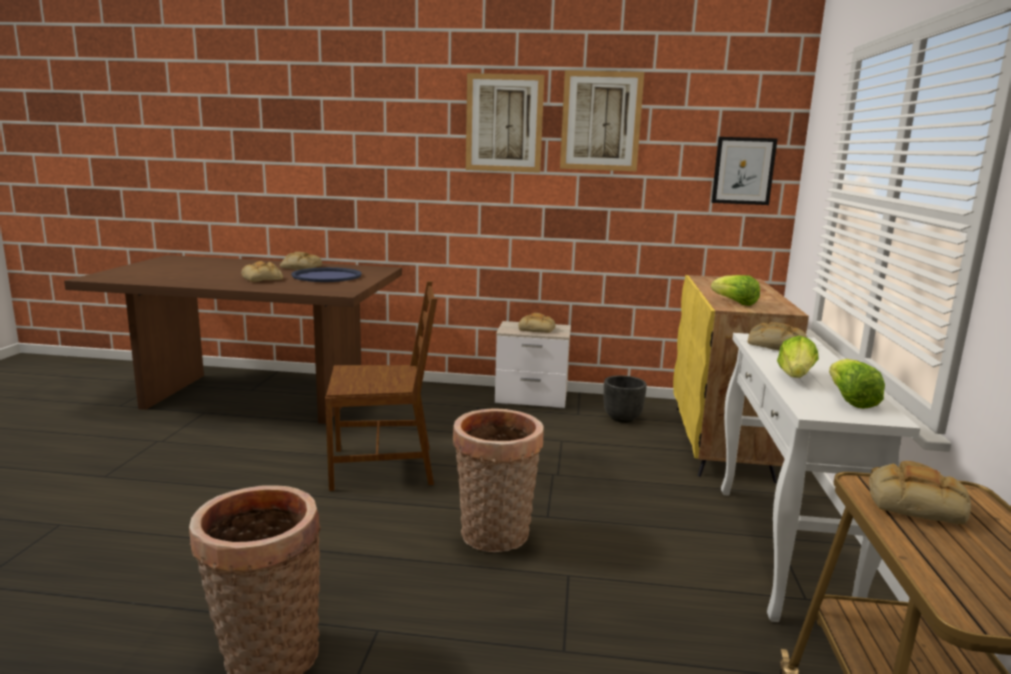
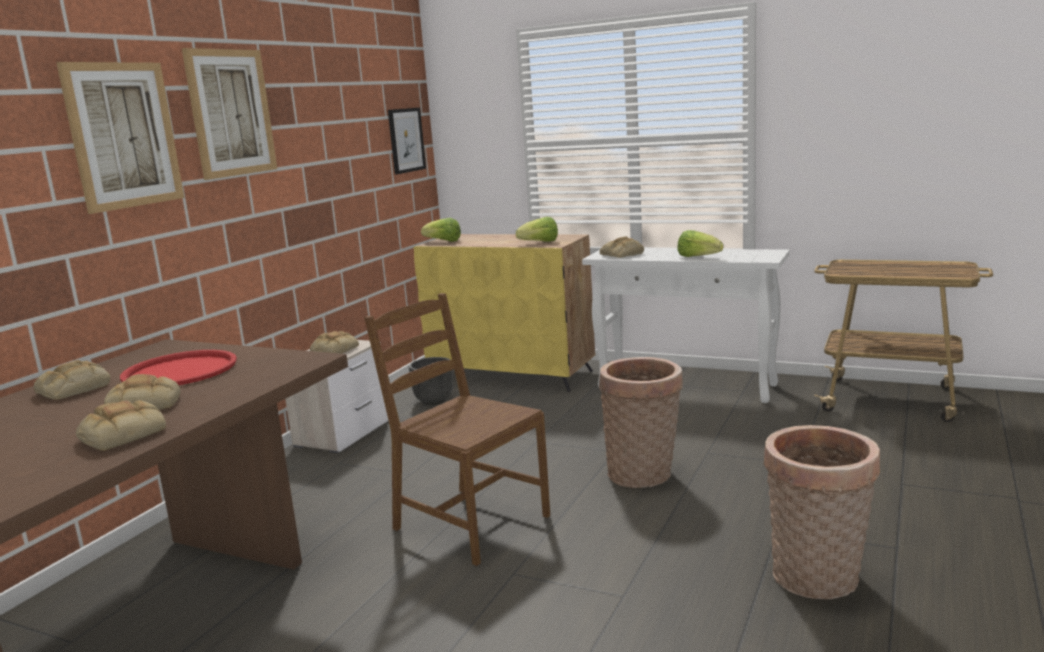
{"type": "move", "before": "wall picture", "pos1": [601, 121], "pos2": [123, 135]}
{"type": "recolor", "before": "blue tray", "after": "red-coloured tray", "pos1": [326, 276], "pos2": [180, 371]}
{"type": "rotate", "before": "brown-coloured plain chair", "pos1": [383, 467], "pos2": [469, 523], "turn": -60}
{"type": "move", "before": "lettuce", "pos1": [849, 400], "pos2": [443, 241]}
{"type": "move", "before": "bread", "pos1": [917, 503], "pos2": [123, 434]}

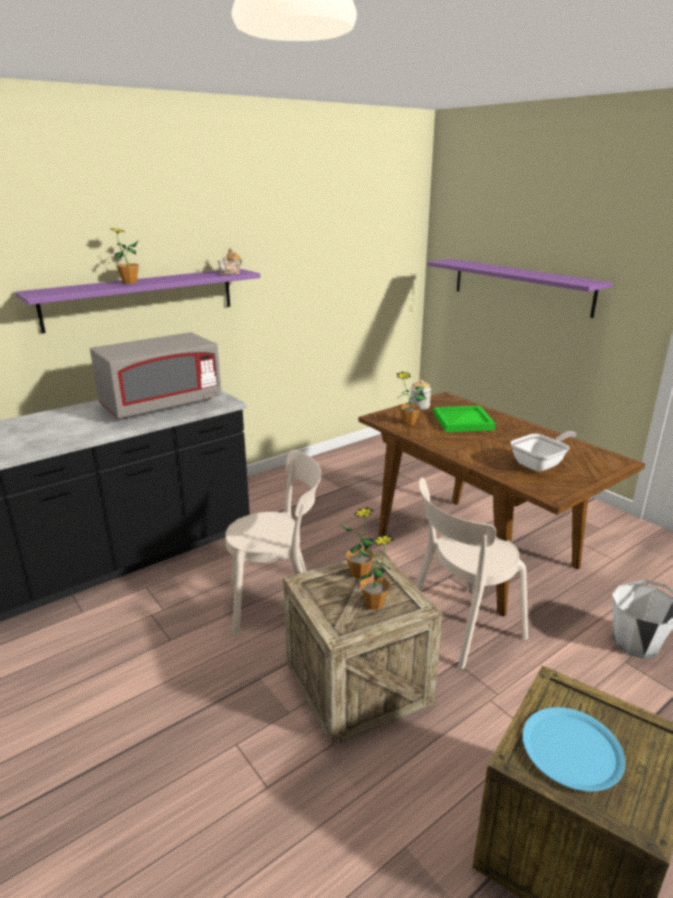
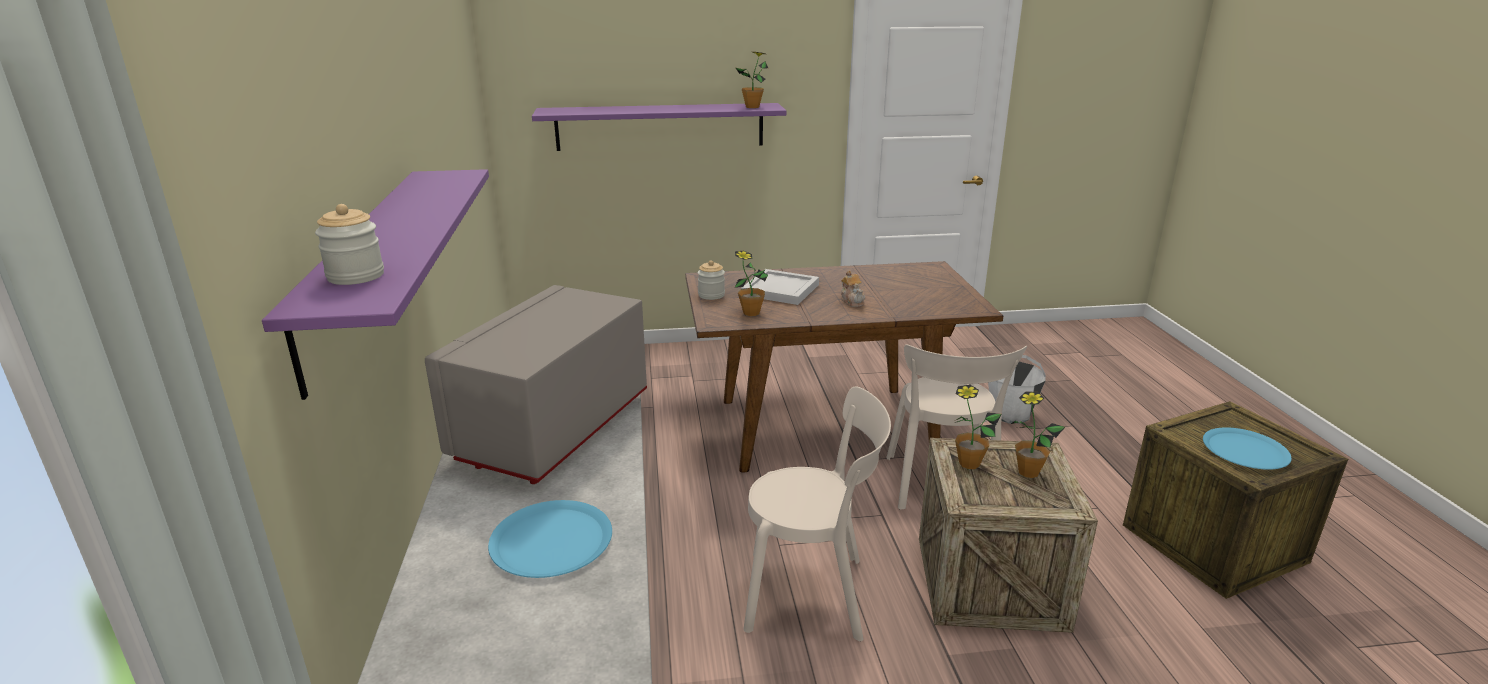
{"type": "move", "before": "houseplant", "pos1": [129, 283], "pos2": [752, 107]}
{"type": "move", "before": "pot for tea", "pos1": [231, 273], "pos2": [852, 301]}
{"type": "rotate", "before": "gray microwave oven", "pos1": [162, 404], "pos2": [552, 428], "turn": -150}
{"type": "recolor", "before": "greenish tray", "after": "whitish tray", "pos1": [462, 422], "pos2": [781, 290]}
{"type": "delete", "before": "skillet", "pos1": [541, 464]}
{"type": "rotate", "before": "beige plain chair", "pos1": [278, 601], "pos2": [812, 594], "turn": 75}
{"type": "insert", "after": "jar", "pos2": [355, 276]}
{"type": "insert", "after": "blue flat dish", "pos2": [551, 540]}

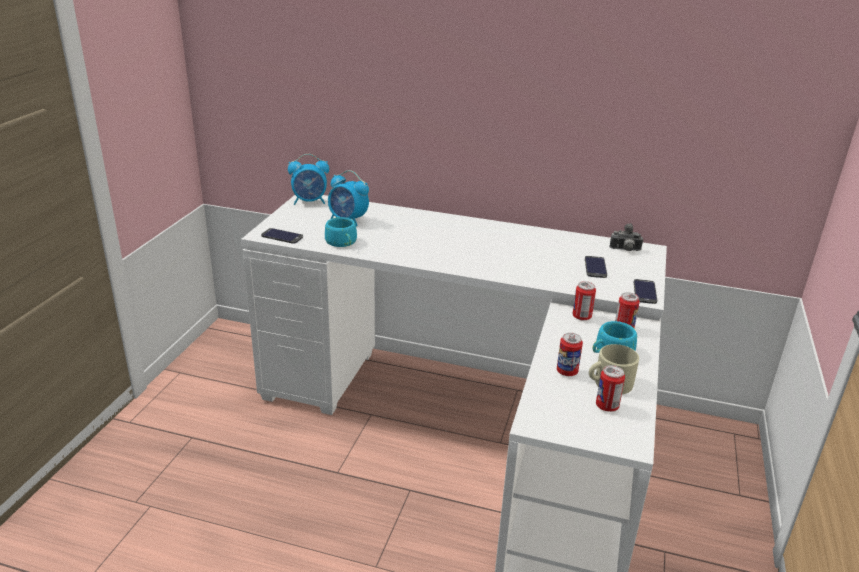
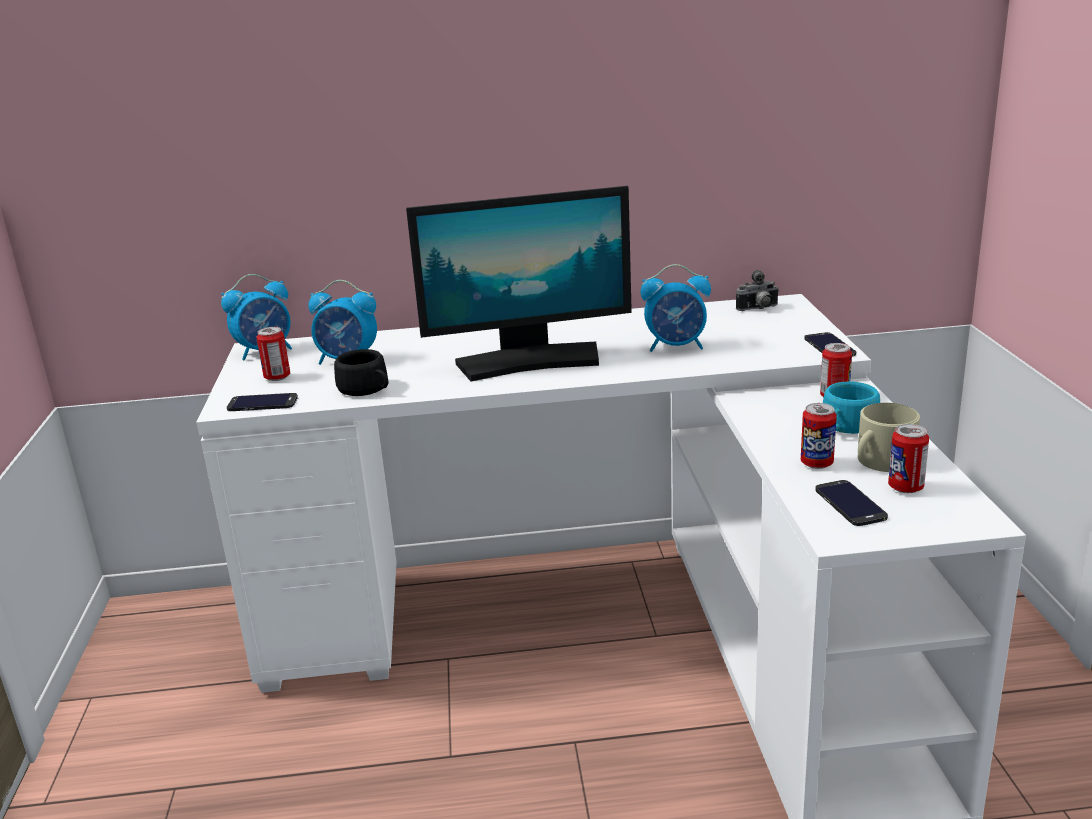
{"type": "recolor", "before": "blue-green small cup", "after": "black-coloured small cup", "pos1": [342, 243], "pos2": [367, 389]}
{"type": "move", "before": "telephone", "pos1": [595, 267], "pos2": [850, 503]}
{"type": "move", "before": "sealed can", "pos1": [581, 317], "pos2": [277, 377]}
{"type": "insert", "after": "computer display", "pos2": [529, 361]}
{"type": "insert", "after": "table clock", "pos2": [676, 347]}

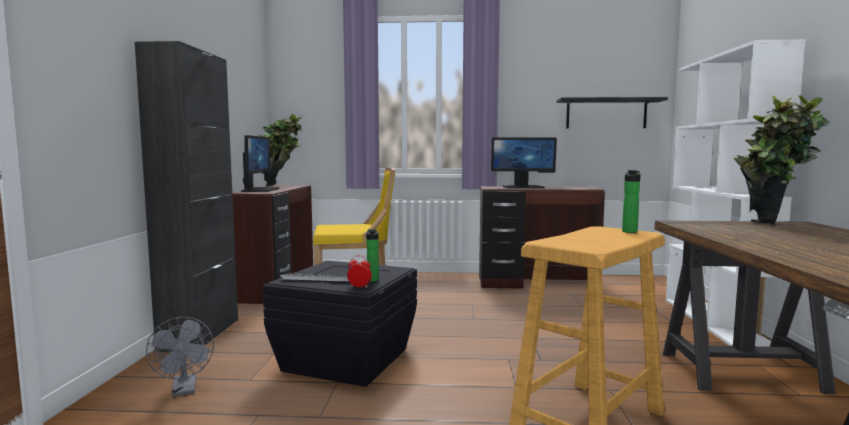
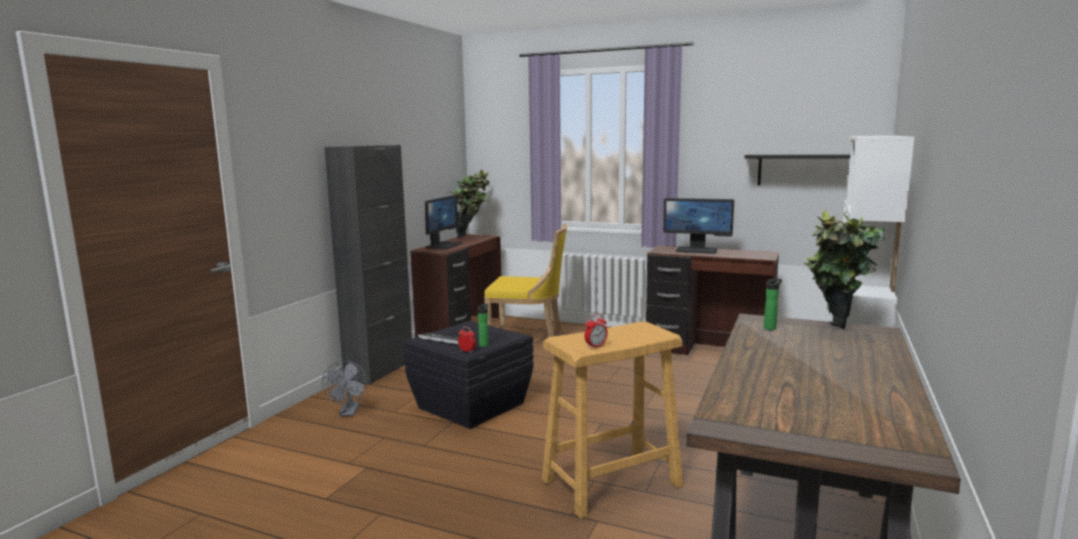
{"type": "move", "before": "beverage bottle", "pos1": [630, 231], "pos2": [771, 328]}
{"type": "insert", "after": "table clock", "pos2": [596, 346]}

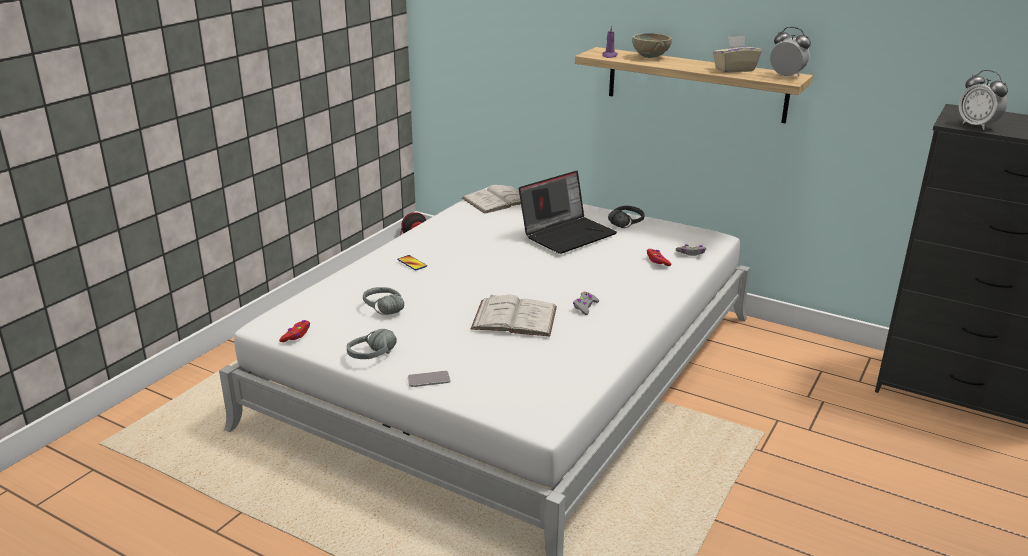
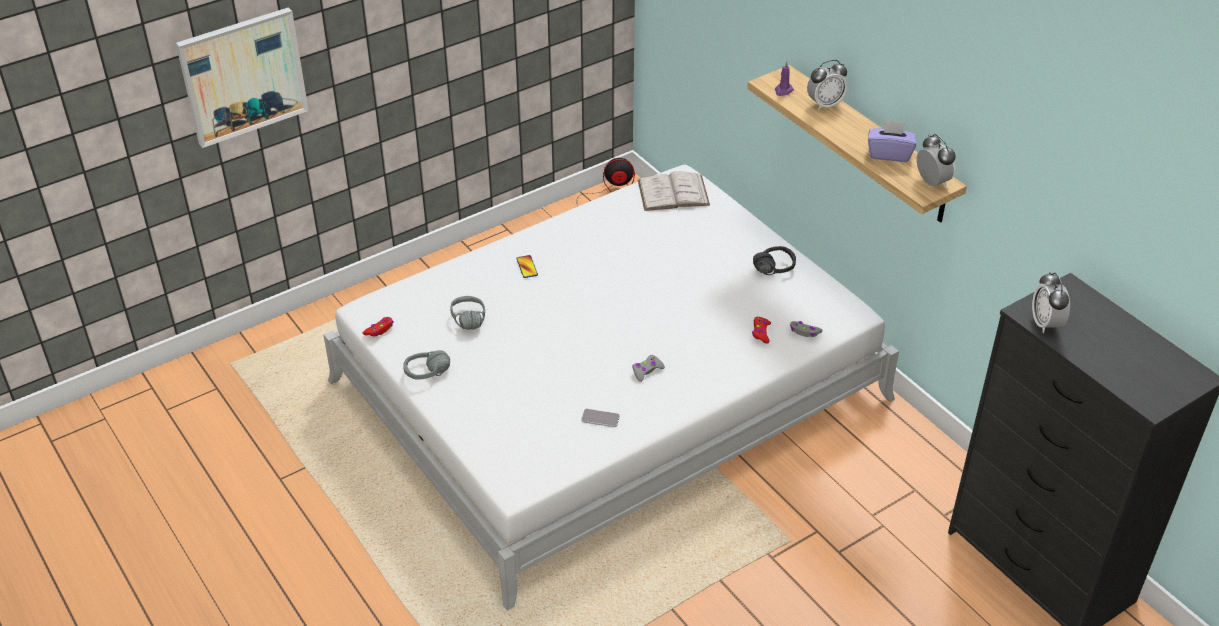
{"type": "replace", "before": "beige deep dish", "after": "table clock", "pos1": [650, 57], "pos2": [825, 104]}
{"type": "recolor", "before": "beige tissue box", "after": "purple tissue box", "pos1": [734, 69], "pos2": [889, 154]}
{"type": "delete", "before": "portable computer", "pos1": [567, 234]}
{"type": "delete", "before": "whitish bound book", "pos1": [514, 318]}
{"type": "move", "before": "telephone", "pos1": [429, 379], "pos2": [600, 418]}
{"type": "insert", "after": "wall picture", "pos2": [243, 76]}

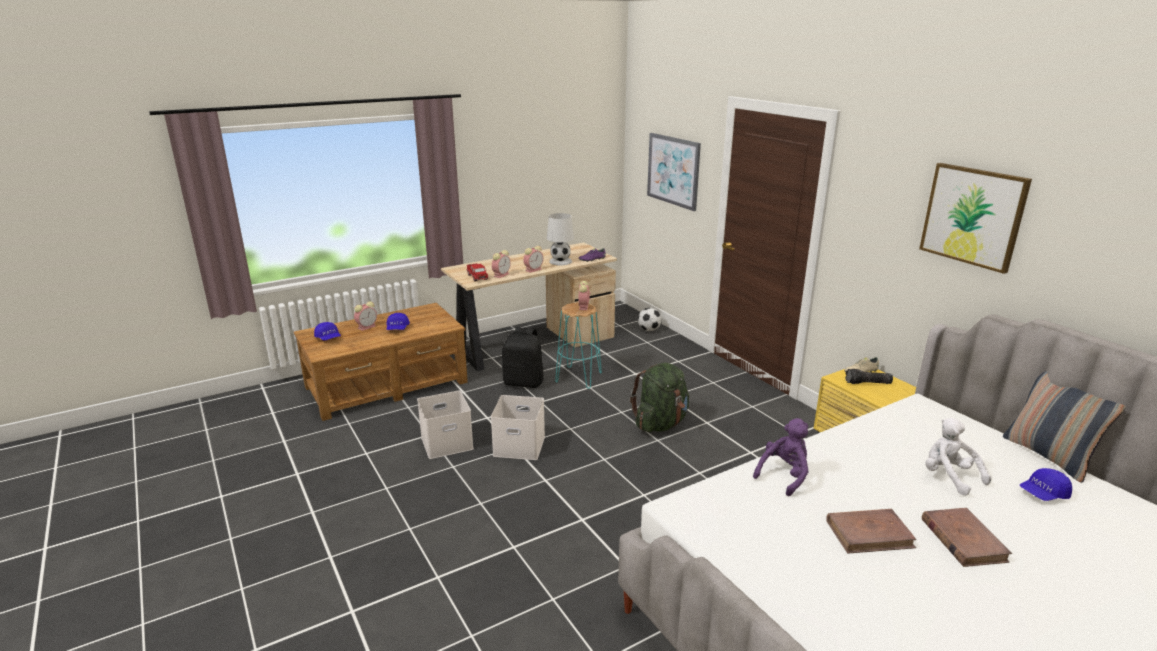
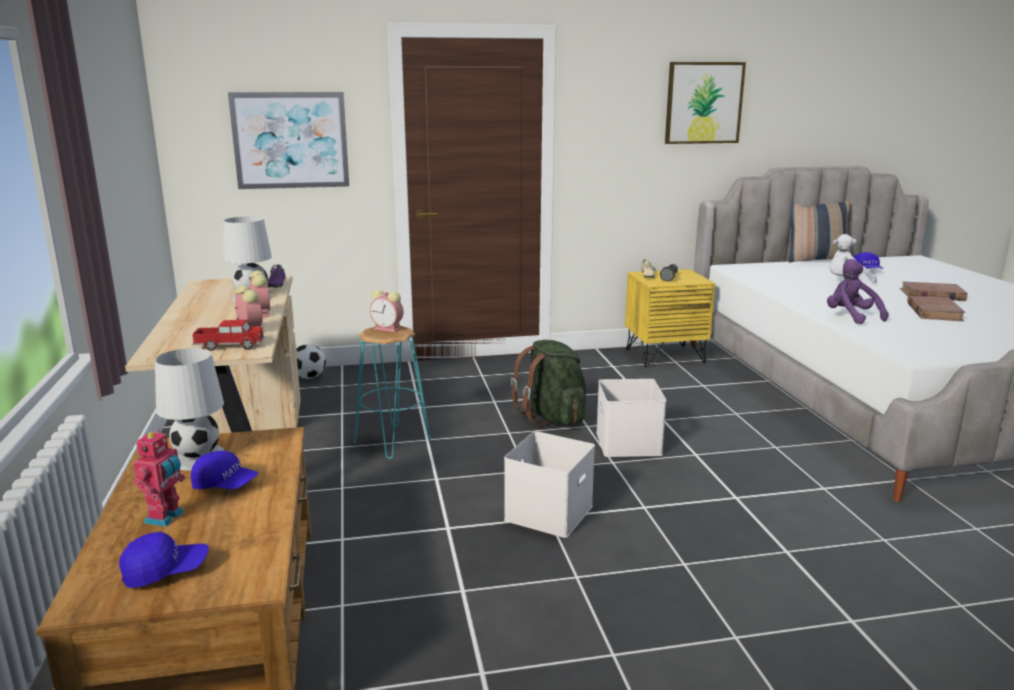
{"type": "replace", "before": "table clock", "after": "model robot", "pos1": [367, 327], "pos2": [166, 518]}
{"type": "delete", "before": "black-coloured knapsack", "pos1": [524, 382]}
{"type": "move", "before": "whitish storage bin", "pos1": [447, 442], "pos2": [626, 442]}
{"type": "insert", "after": "whitish tabletop lamp", "pos2": [197, 458]}

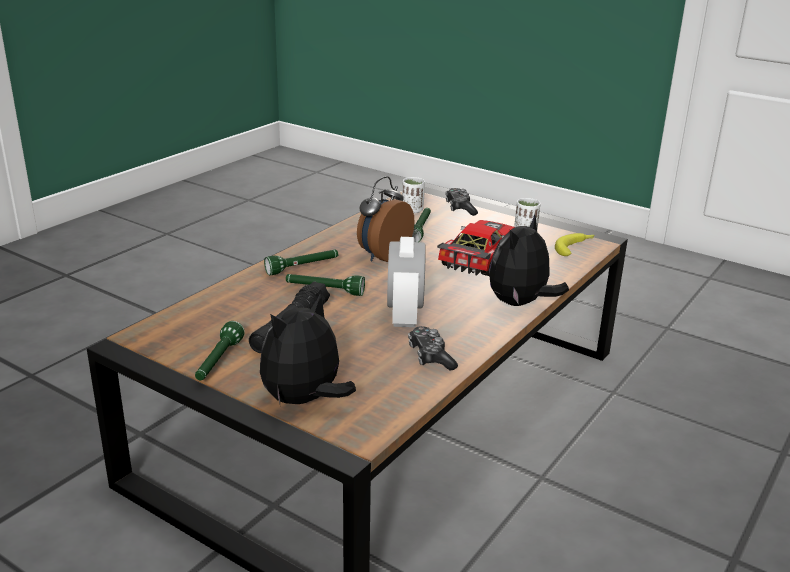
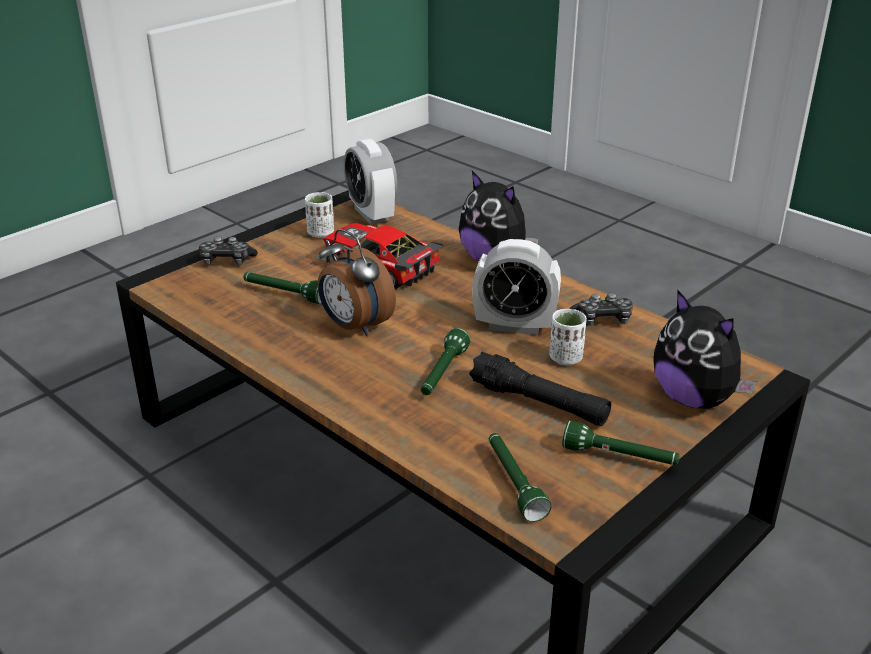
{"type": "move", "before": "whitish small cup", "pos1": [412, 210], "pos2": [565, 358]}
{"type": "replace", "before": "banana fruit", "after": "table clock", "pos1": [575, 248], "pos2": [371, 214]}
{"type": "move", "before": "greenish torch", "pos1": [303, 268], "pos2": [513, 483]}

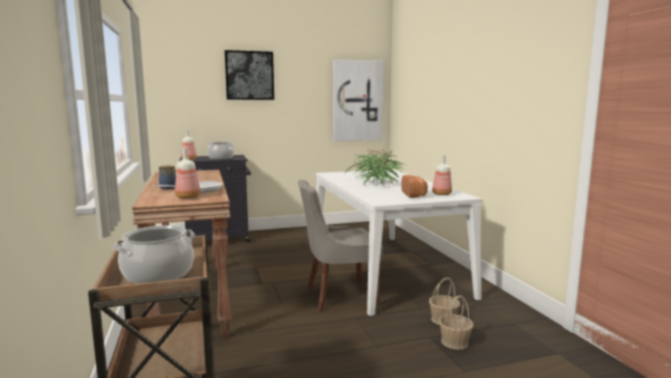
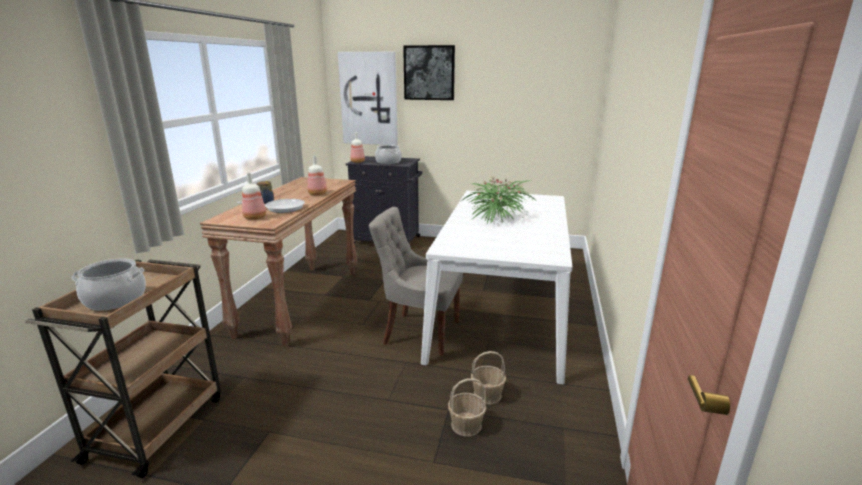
{"type": "move", "before": "wall picture", "pos1": [357, 101], "pos2": [369, 99]}
{"type": "move", "before": "beverage bottle", "pos1": [442, 194], "pos2": [317, 194]}
{"type": "delete", "before": "bread", "pos1": [415, 195]}

